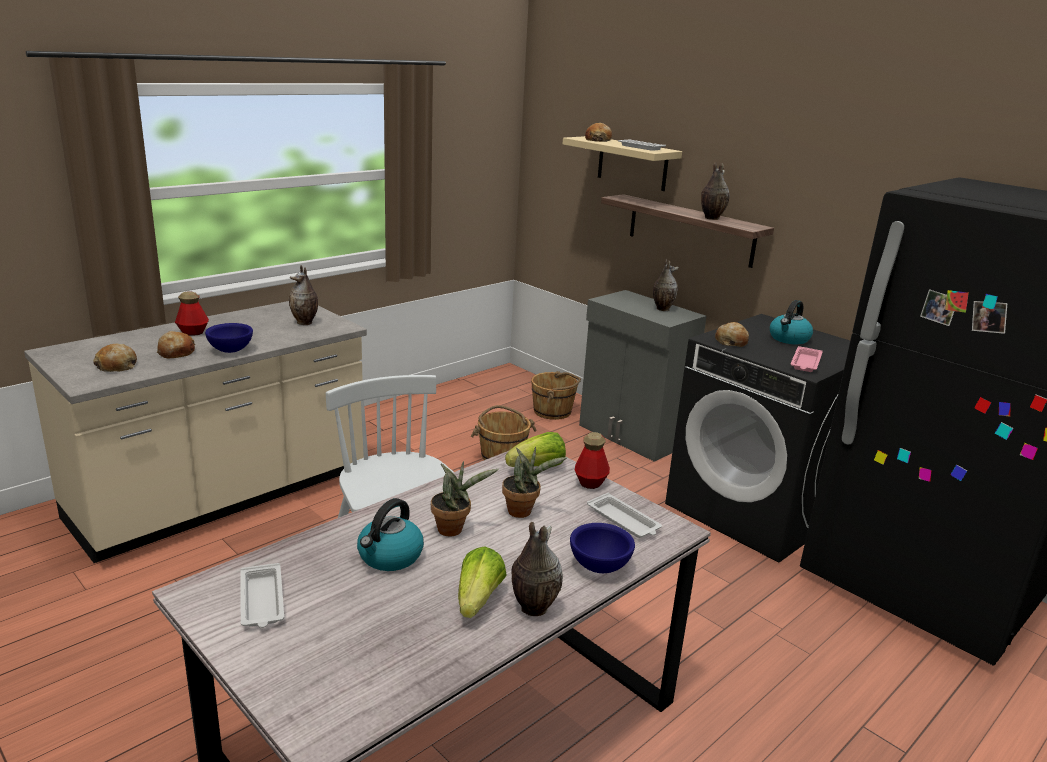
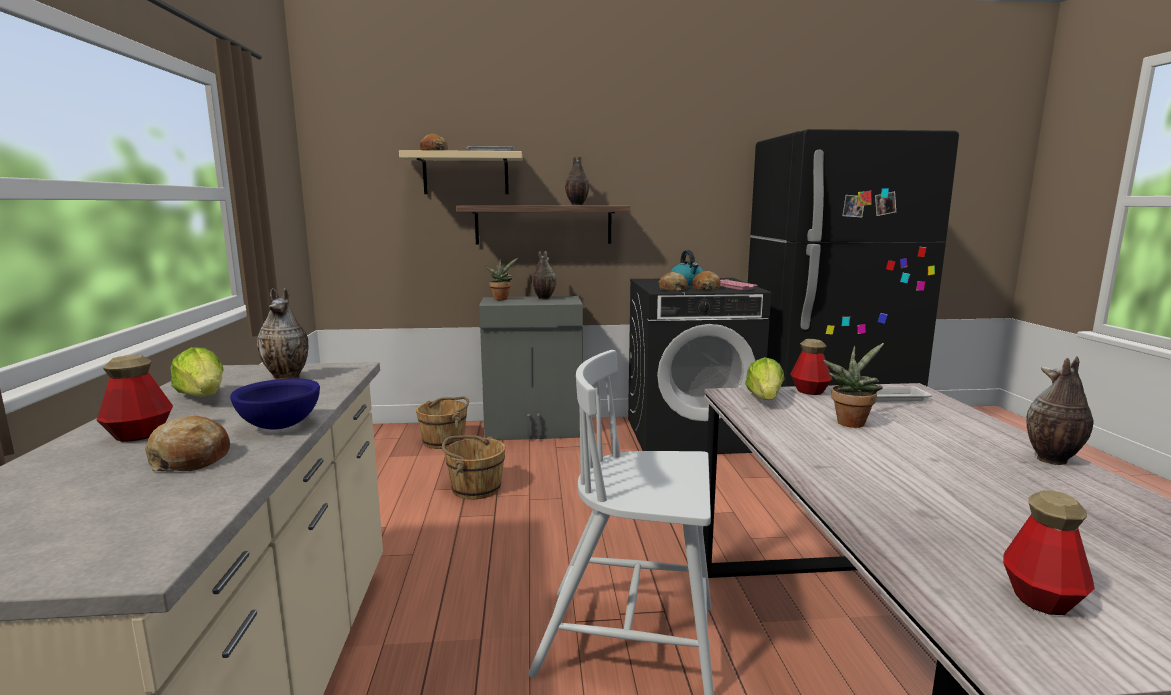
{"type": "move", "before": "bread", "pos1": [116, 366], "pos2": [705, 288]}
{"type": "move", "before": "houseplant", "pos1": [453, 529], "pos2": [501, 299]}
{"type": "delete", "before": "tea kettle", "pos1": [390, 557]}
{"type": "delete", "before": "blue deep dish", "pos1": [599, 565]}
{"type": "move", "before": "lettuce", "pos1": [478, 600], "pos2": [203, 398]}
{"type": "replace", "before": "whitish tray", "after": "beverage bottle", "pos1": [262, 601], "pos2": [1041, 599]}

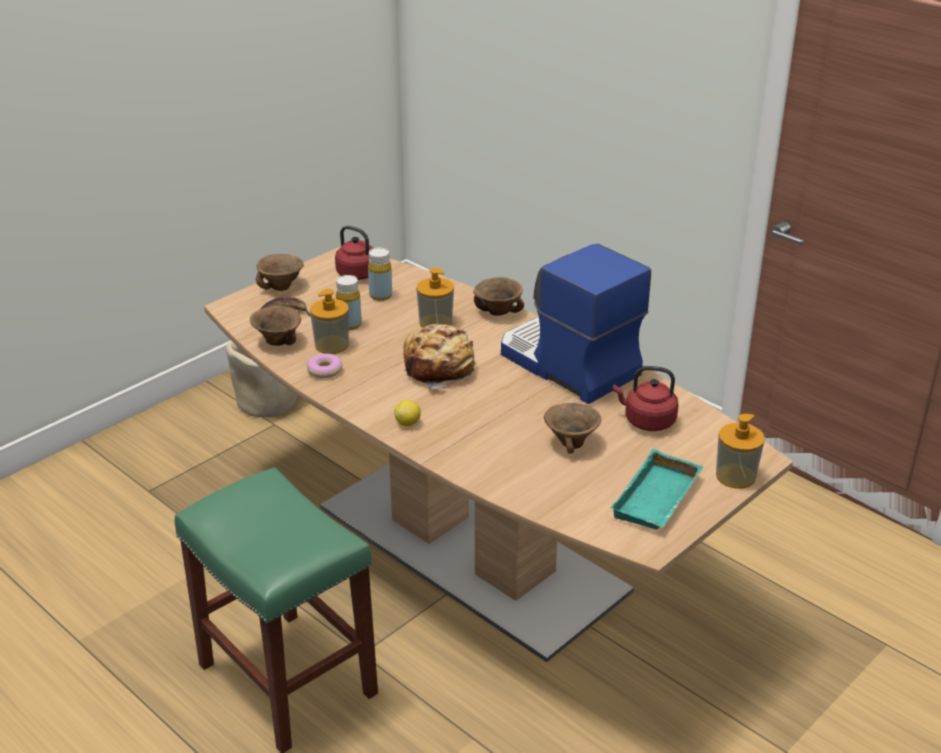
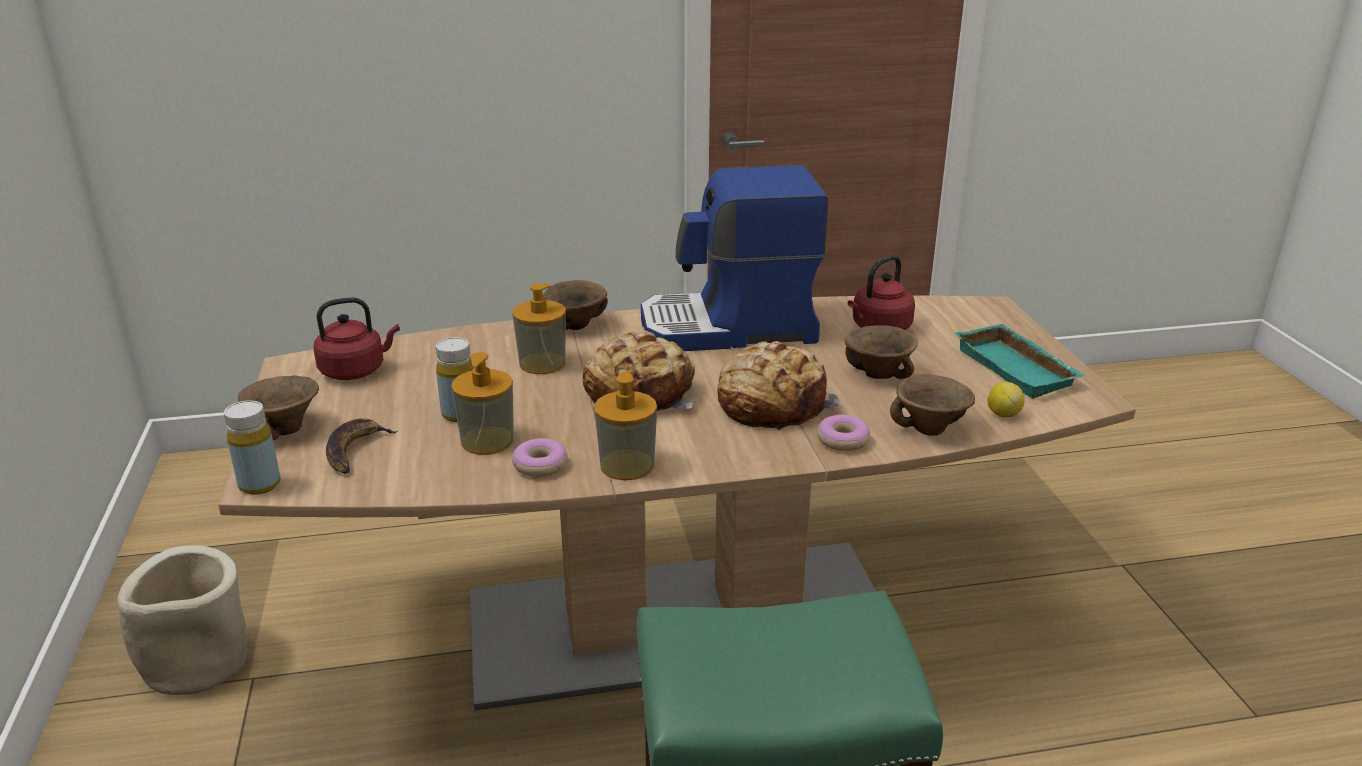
{"type": "move", "before": "yellowish beverage bottle", "pos1": [380, 296], "pos2": [260, 484]}
{"type": "move", "before": "brown-coloured deep dish", "pos1": [276, 342], "pos2": [929, 430]}
{"type": "move", "before": "whole lemon", "pos1": [408, 423], "pos2": [1003, 414]}
{"type": "move", "before": "soap dispenser", "pos1": [735, 476], "pos2": [627, 465]}
{"type": "insert", "after": "bread", "pos2": [772, 404]}
{"type": "insert", "after": "donut", "pos2": [842, 440]}

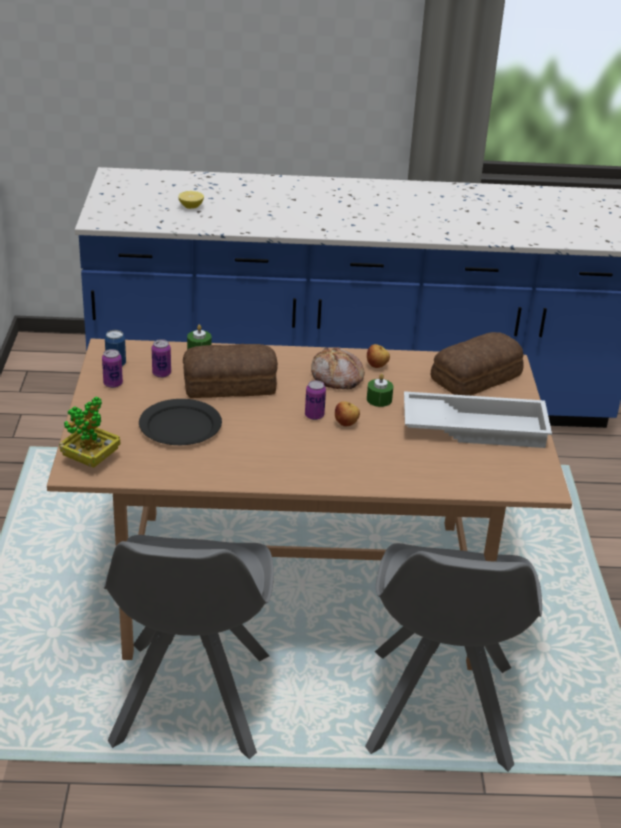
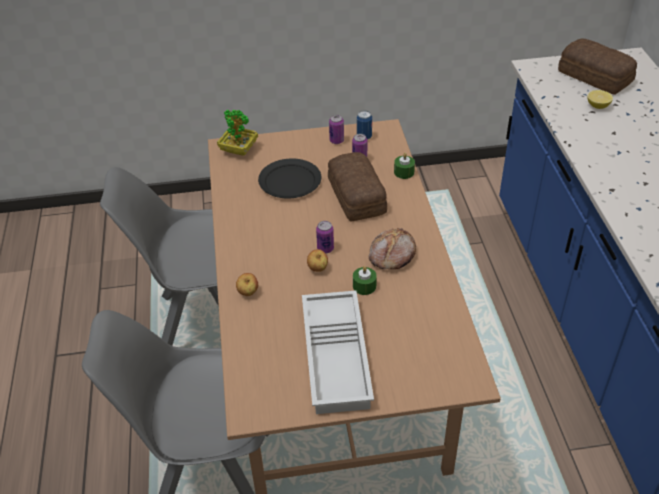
{"type": "move", "before": "bread", "pos1": [478, 378], "pos2": [595, 77]}
{"type": "move", "before": "whole apple", "pos1": [377, 366], "pos2": [248, 293]}

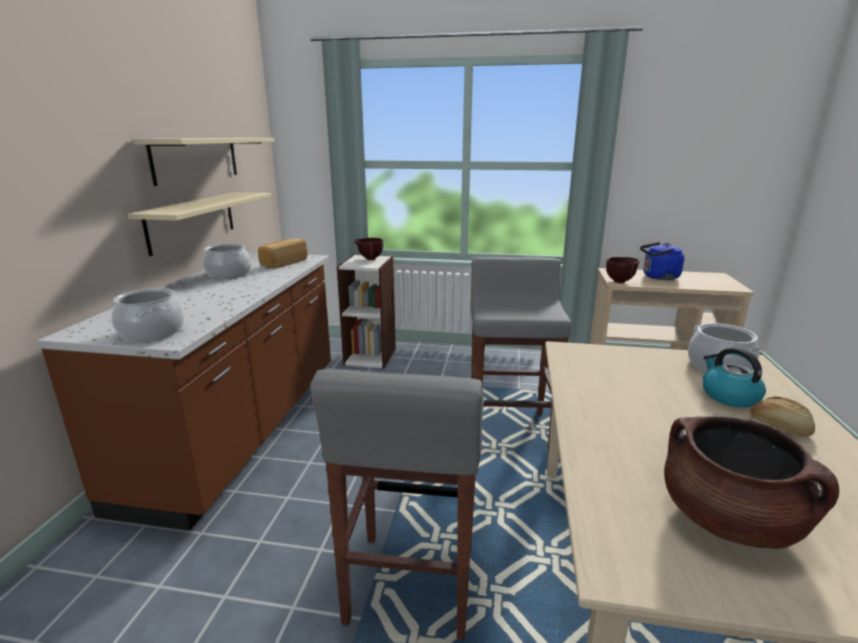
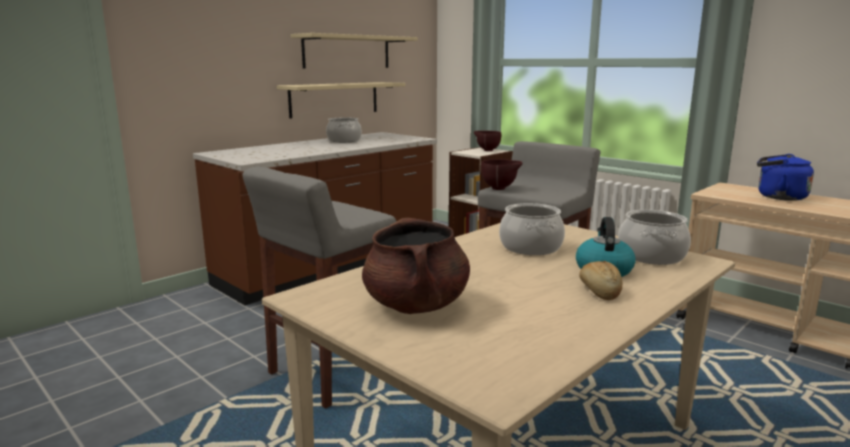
{"type": "delete", "before": "bread", "pos1": [283, 263]}
{"type": "move", "before": "brown-coloured deep dish", "pos1": [620, 281], "pos2": [500, 188]}
{"type": "move", "before": "cooking pot", "pos1": [153, 332], "pos2": [531, 247]}

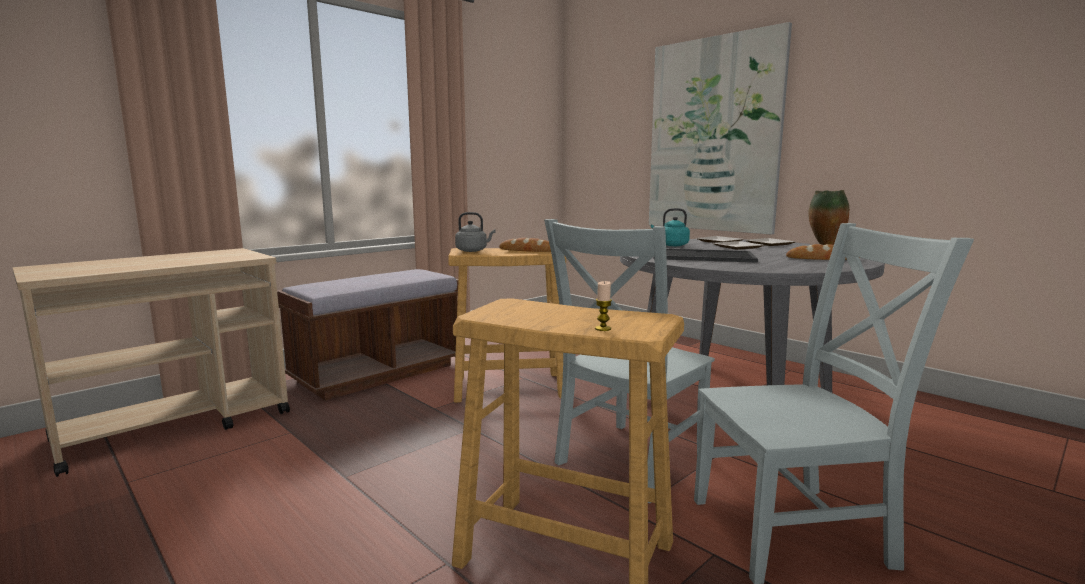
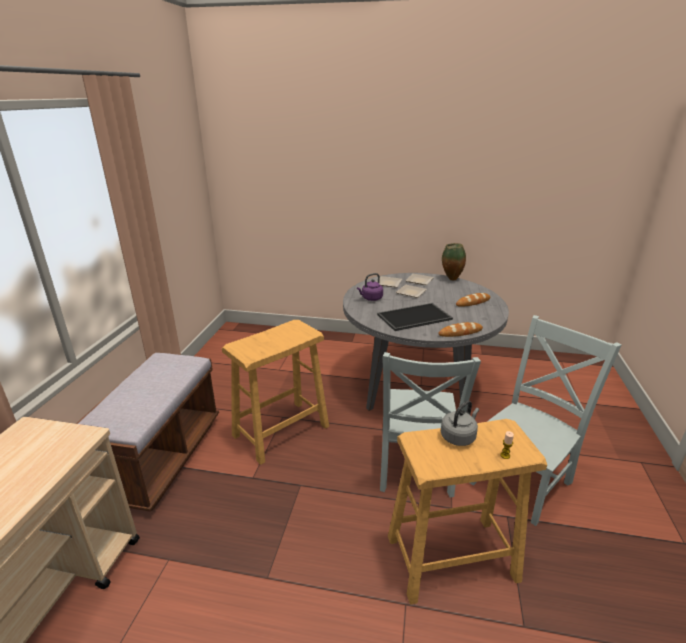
{"type": "delete", "before": "wall picture", "pos1": [713, 136]}
{"type": "recolor", "before": "blue-green tea kettle", "after": "purple tea kettle", "pos1": [671, 245], "pos2": [371, 298]}
{"type": "move", "before": "gray tea kettle", "pos1": [473, 250], "pos2": [459, 436]}
{"type": "move", "before": "bread", "pos1": [528, 250], "pos2": [460, 332]}

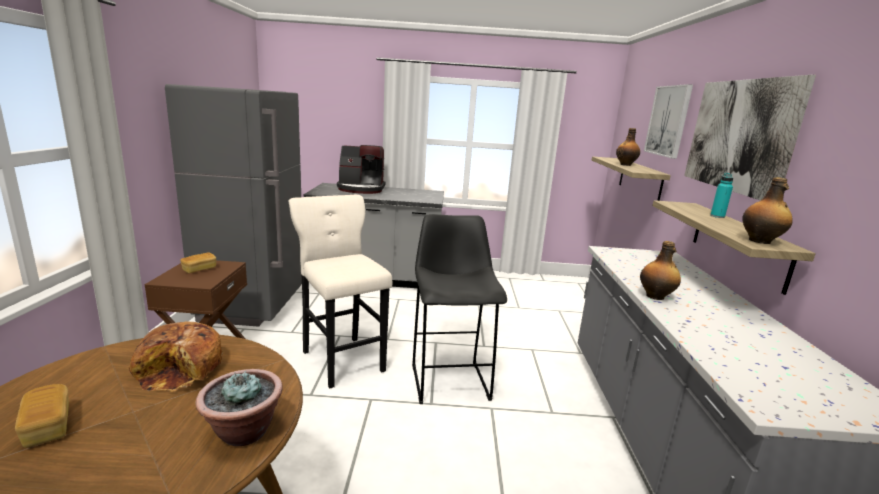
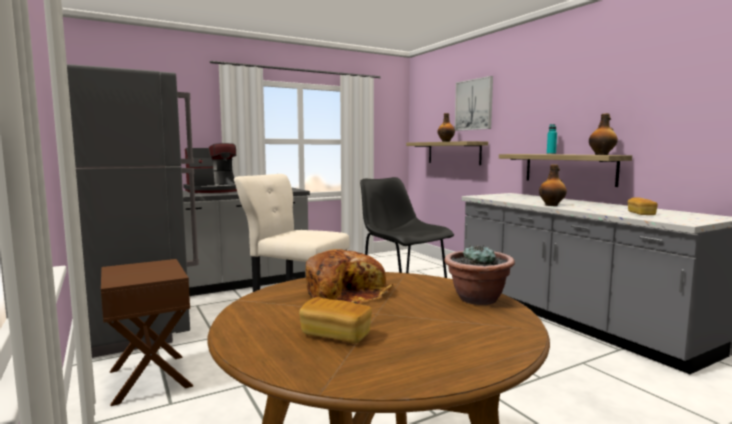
{"type": "delete", "before": "wall picture", "pos1": [738, 135]}
{"type": "move", "before": "bread", "pos1": [199, 269], "pos2": [641, 214]}

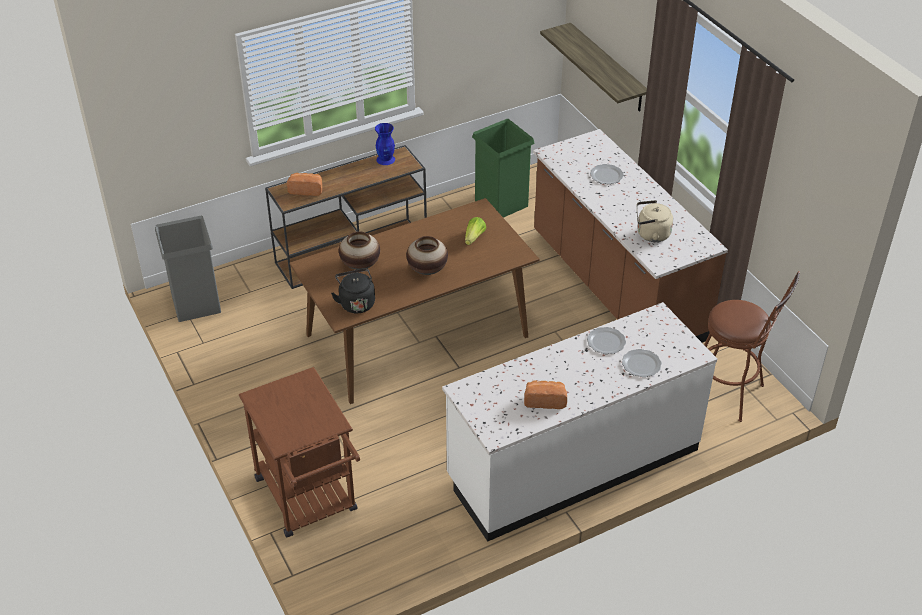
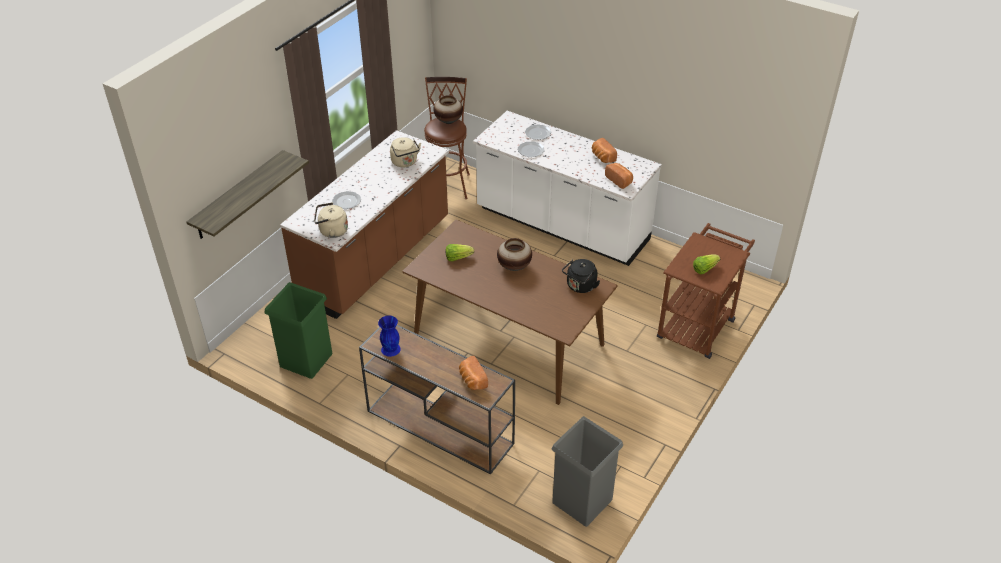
{"type": "move", "before": "flower vase", "pos1": [360, 265], "pos2": [448, 121]}
{"type": "insert", "after": "bread", "pos2": [619, 180]}
{"type": "insert", "after": "beige tea kettle", "pos2": [331, 231]}
{"type": "insert", "after": "lettuce", "pos2": [704, 269]}

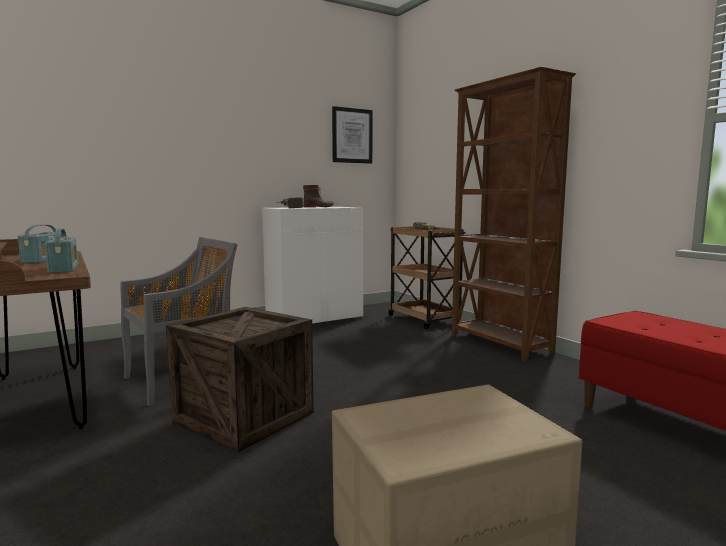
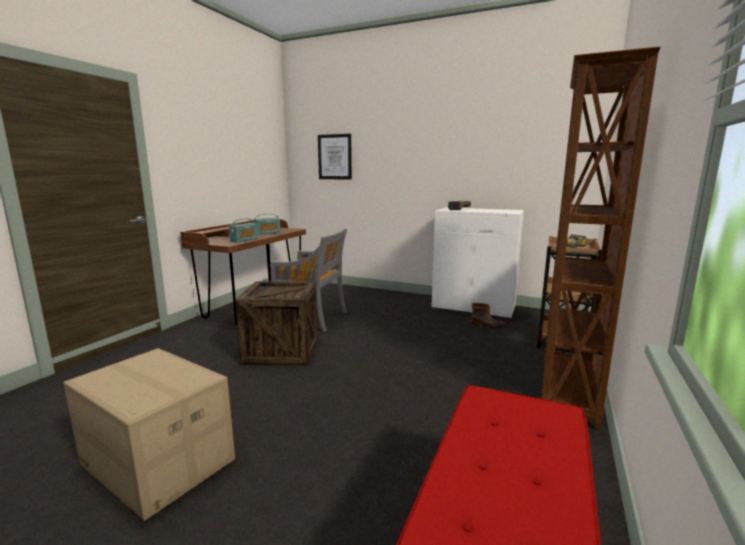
{"type": "move", "before": "wall picture", "pos1": [352, 135], "pos2": [335, 157]}
{"type": "move", "before": "boot", "pos1": [319, 207], "pos2": [487, 325]}

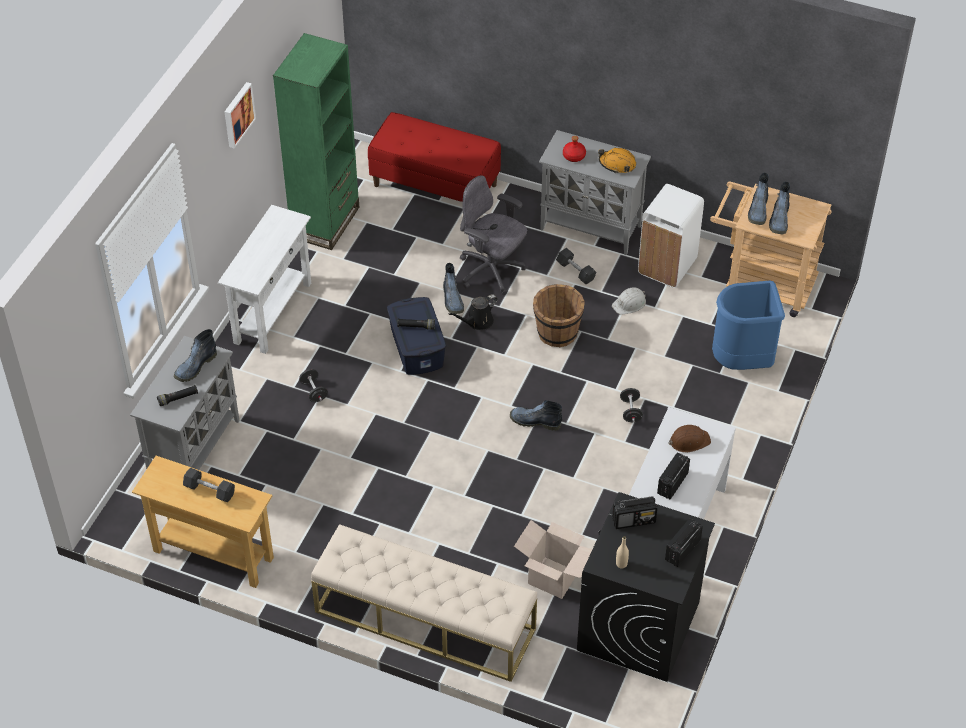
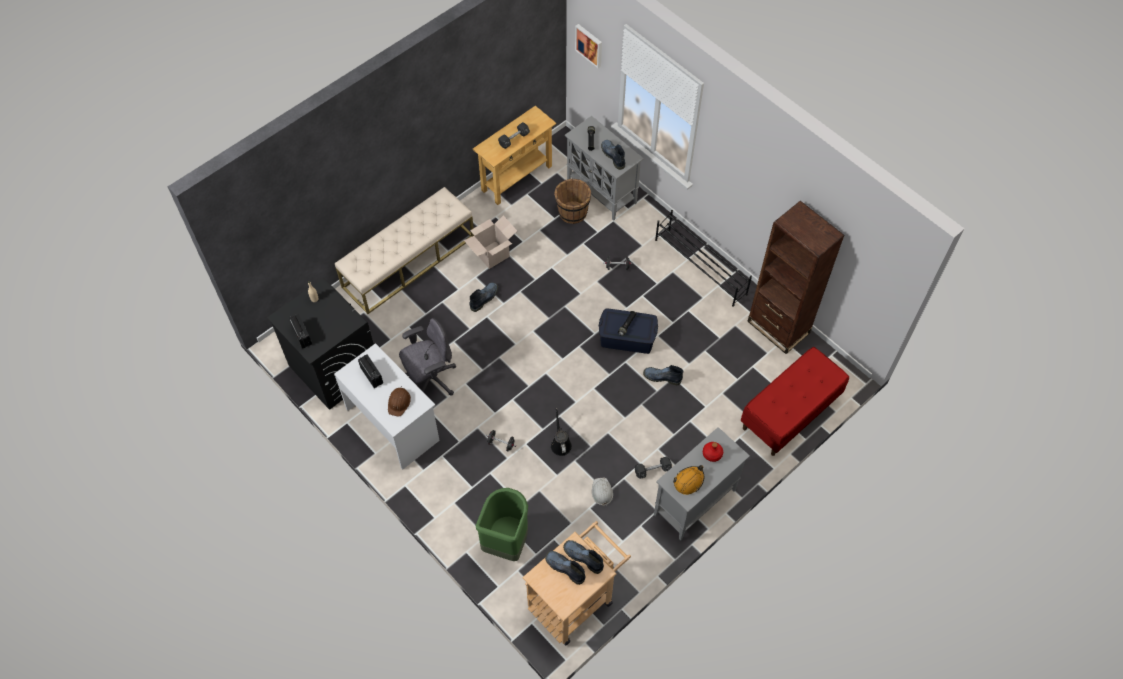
{"type": "recolor", "before": "greenish bookcase", "after": "brown-coloured bookcase", "pos1": [325, 222], "pos2": [778, 327]}
{"type": "move", "before": "wall picture", "pos1": [237, 114], "pos2": [589, 45]}
{"type": "move", "before": "gray desk chair", "pos1": [491, 272], "pos2": [430, 379]}
{"type": "delete", "before": "whitish trash can", "pos1": [668, 266]}
{"type": "replace", "before": "whitish console table", "after": "black-coloured shoe stand", "pos1": [273, 312], "pos2": [700, 267]}
{"type": "recolor", "before": "blue trash can", "after": "greenish trash can", "pos1": [742, 362], "pos2": [506, 542]}
{"type": "move", "before": "brown-coloured pail", "pos1": [557, 333], "pos2": [572, 212]}
{"type": "move", "before": "black-coloured watering can", "pos1": [477, 322], "pos2": [560, 444]}
{"type": "move", "before": "boot", "pos1": [534, 421], "pos2": [484, 298]}
{"type": "delete", "before": "radio receiver", "pos1": [634, 520]}
{"type": "move", "before": "cardboard box", "pos1": [553, 578], "pos2": [492, 255]}

